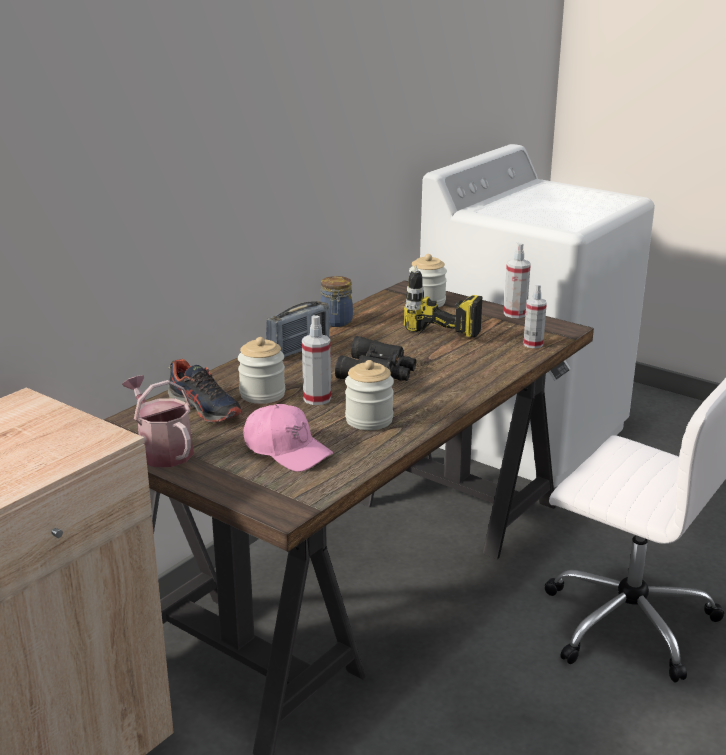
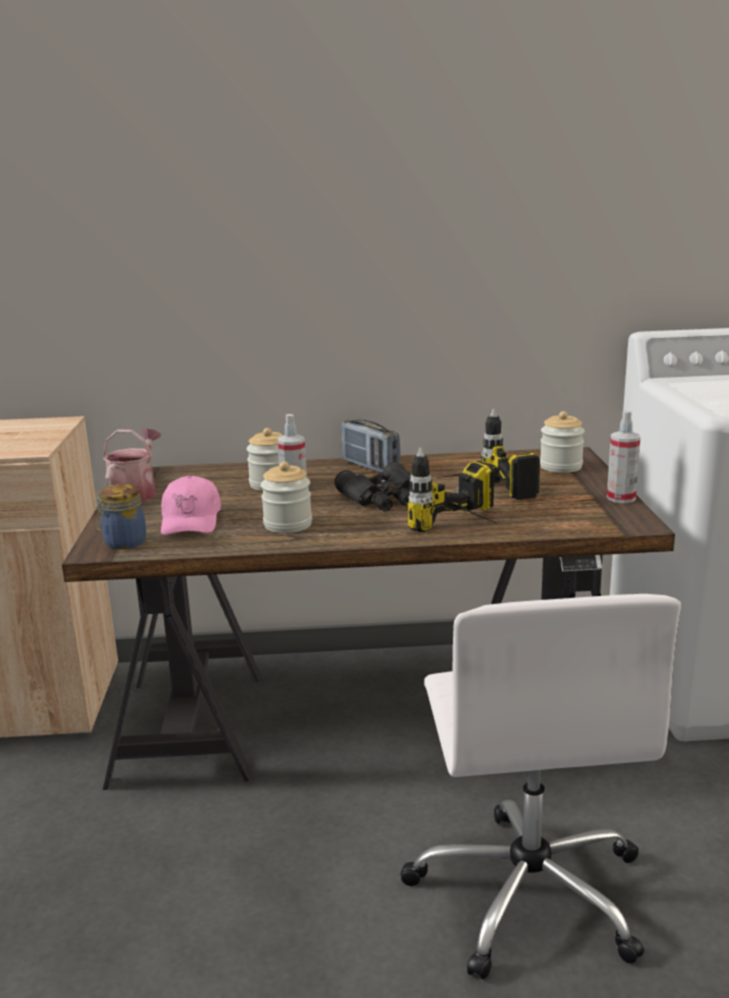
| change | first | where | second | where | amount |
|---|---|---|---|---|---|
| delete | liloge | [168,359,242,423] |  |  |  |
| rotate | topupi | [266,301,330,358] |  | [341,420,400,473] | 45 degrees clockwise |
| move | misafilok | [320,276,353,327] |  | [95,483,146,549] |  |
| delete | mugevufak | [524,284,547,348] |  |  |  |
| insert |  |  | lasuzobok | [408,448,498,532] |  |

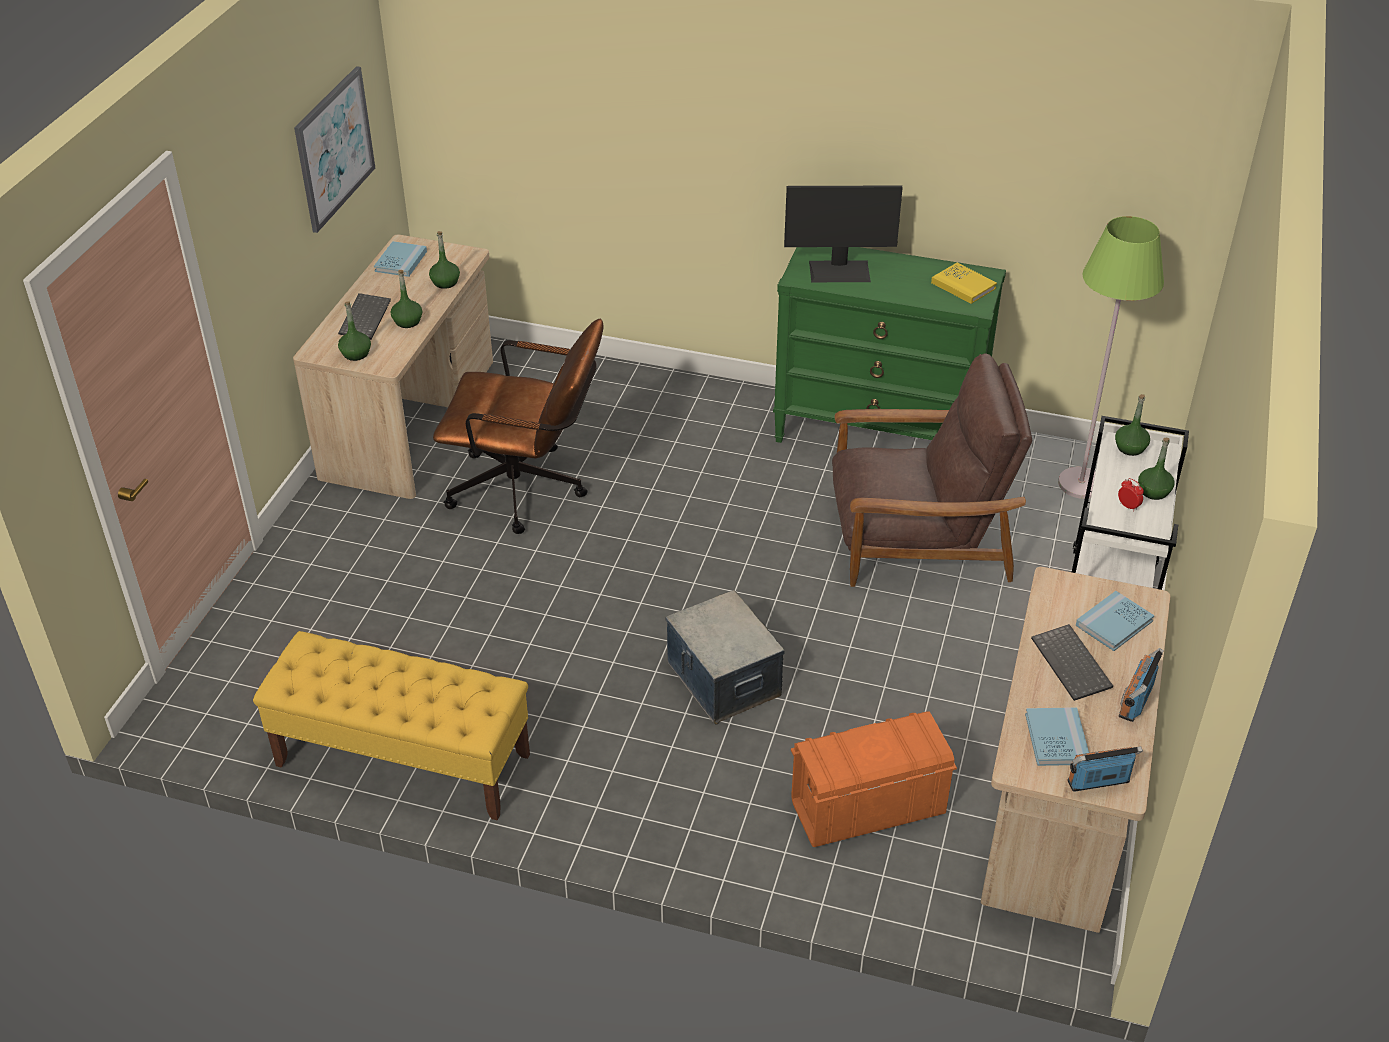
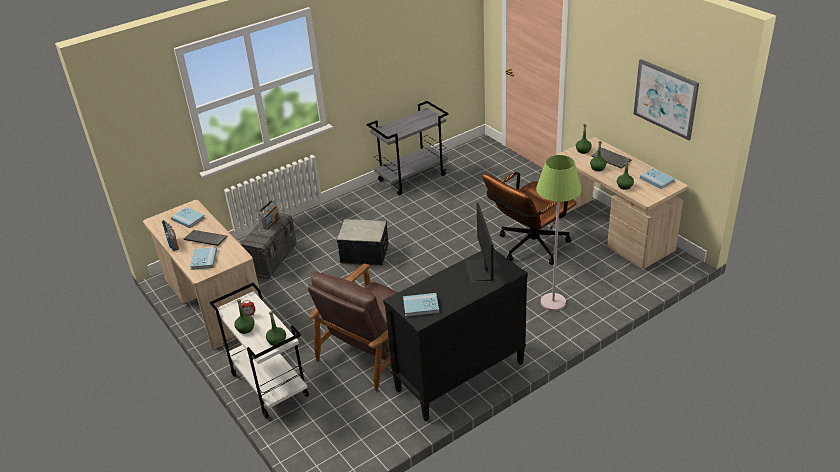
| change | first | where | second | where | amount |
|---|---|---|---|---|---|
| replace | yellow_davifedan | [253,631,530,821] | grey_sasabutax | [367,101,449,195] |  |
| recolor | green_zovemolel | [773,247,1006,443] | black_zovemolel | [383,248,528,421] |  |
| rotate | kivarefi | [784,185,903,282] |  | [465,203,494,284] | 45 degrees counterclockwise |
| recolor | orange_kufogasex | [791,711,957,847] | grey_kufogasex | [240,213,297,279] |  |
| recolor | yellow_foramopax | [931,263,997,304] | blue_foramopax | [403,293,439,317] |  |
| move | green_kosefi | [1058,216,1164,499] |  | [536,155,581,311] |  |
| move | topupi | [1067,746,1143,792] |  | [258,200,280,230] |  |

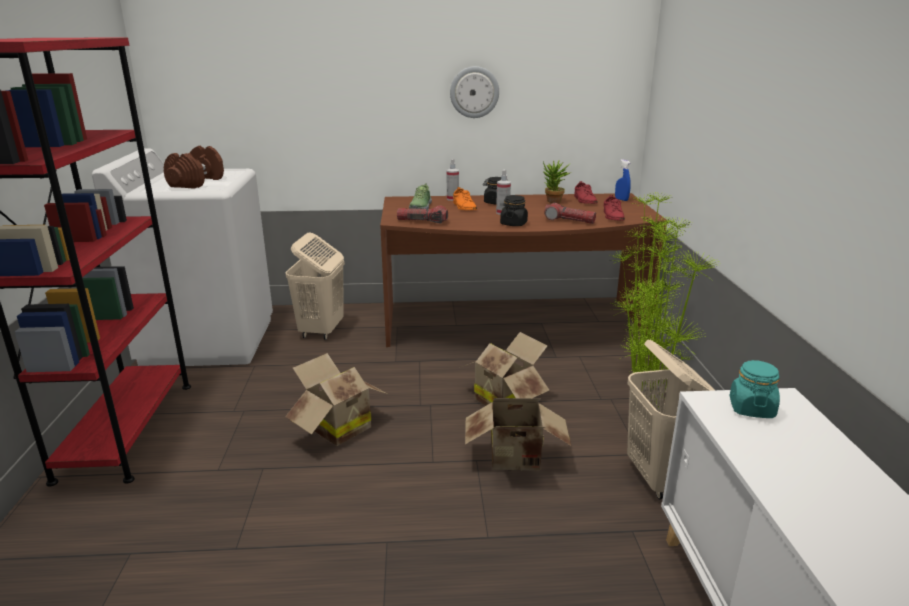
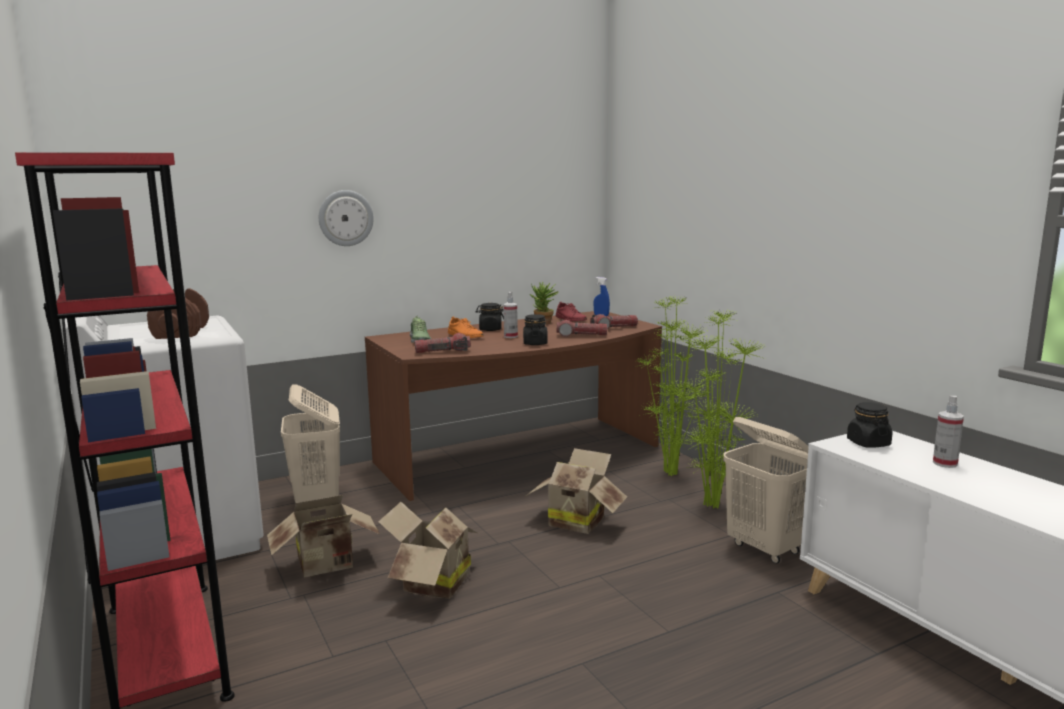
| change | first | where | second | where | amount |
|---|---|---|---|---|---|
| move | mugevufak | [447,159,459,201] |  | [933,396,964,468] |  |
| move | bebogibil | [450,66,499,118] |  | [319,190,374,246] |  |
| move | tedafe | [465,398,571,471] |  | [267,495,380,578] |  |
| replace | red_liloge | [604,195,625,221] | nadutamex | [590,314,638,329] |  |
| recolor | turquoise_misafilok | [729,360,780,418] | black_misafilok | [847,402,893,447] |  |

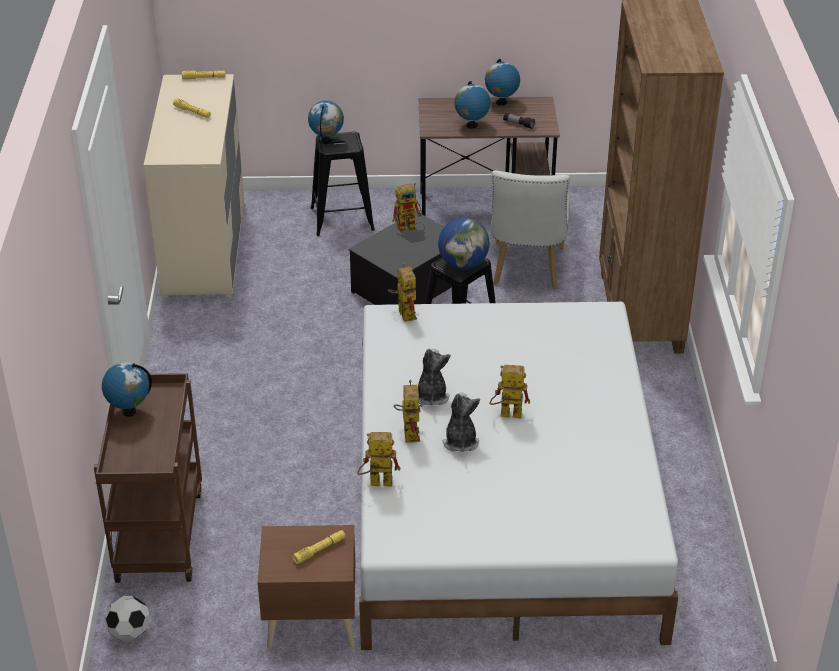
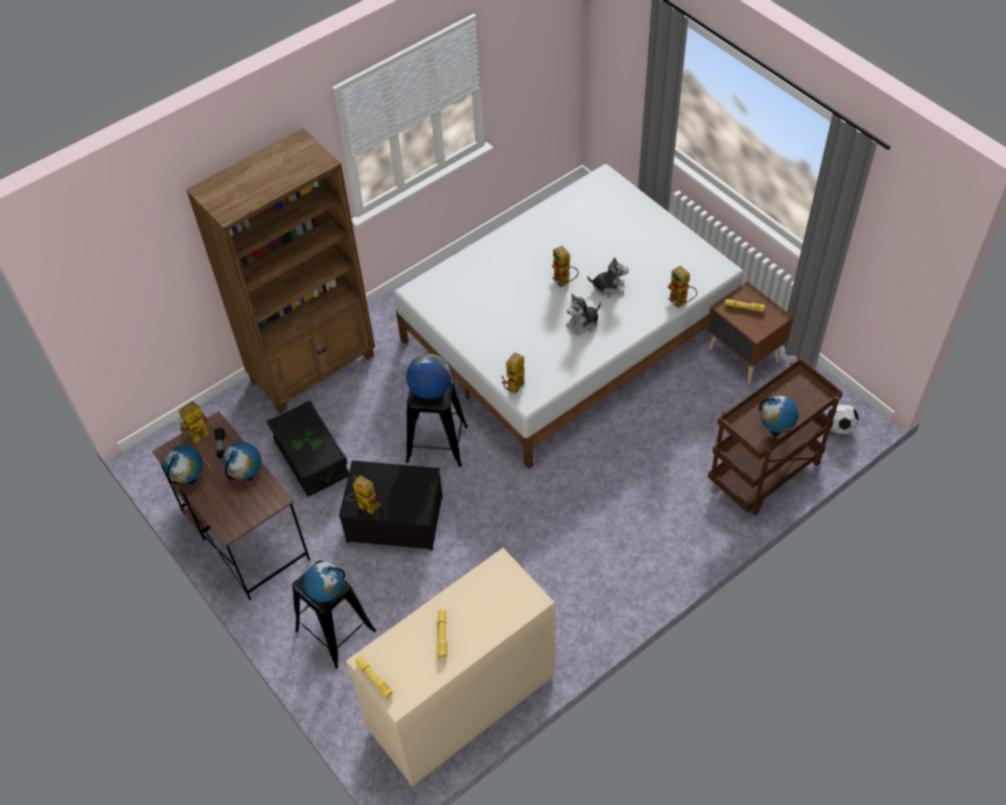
| change | first | where | second | where | amount |
|---|---|---|---|---|---|
| move | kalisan | [394,380,423,443] |  | [179,401,210,444] |  |
| rotate | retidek | [442,393,480,452] |  | [587,257,629,297] | 135 degrees counterclockwise |
| replace | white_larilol | [491,170,570,289] | black_kufogasex | [267,400,349,497] |  |

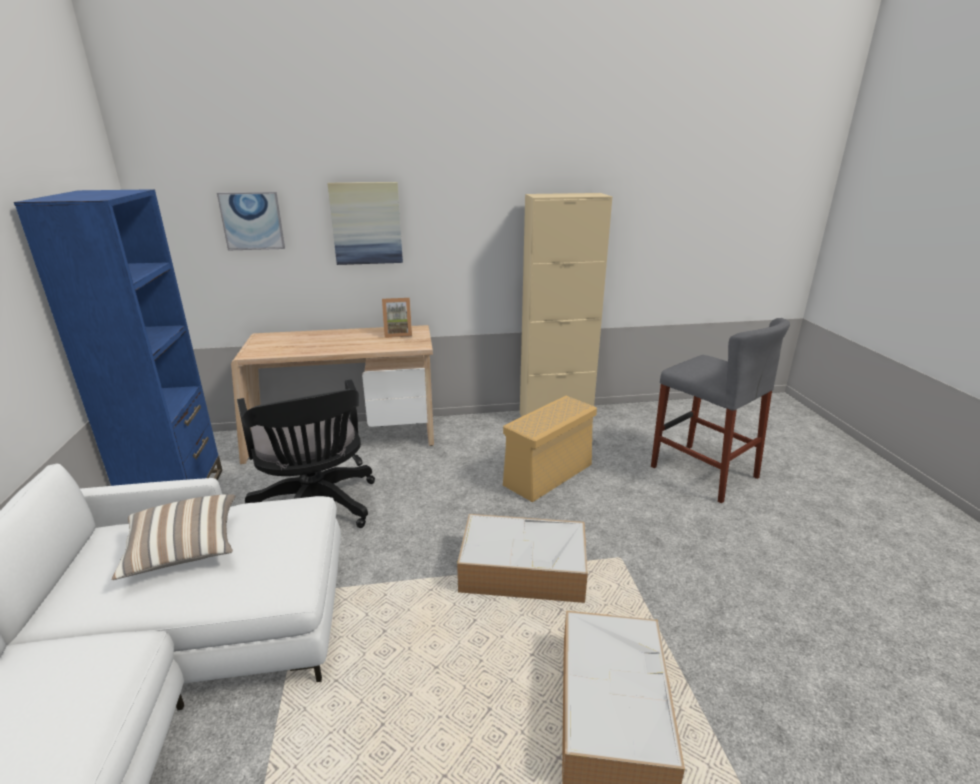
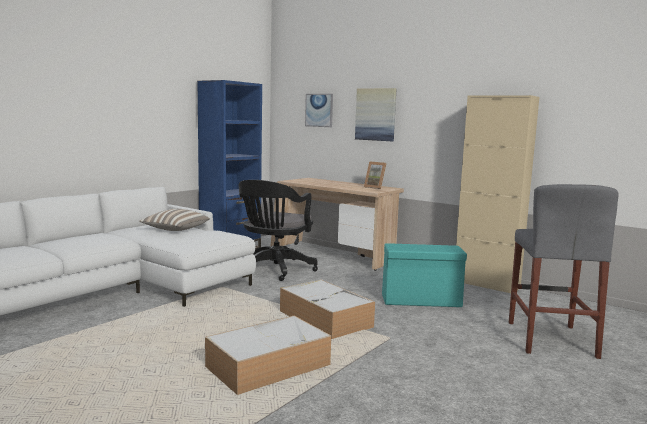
| change | first | where | second | where | amount |
|---|---|---|---|---|---|
| recolor | beige_kufogasex | [503,396,597,502] | turquoise_kufogasex | [382,243,467,307] |  |

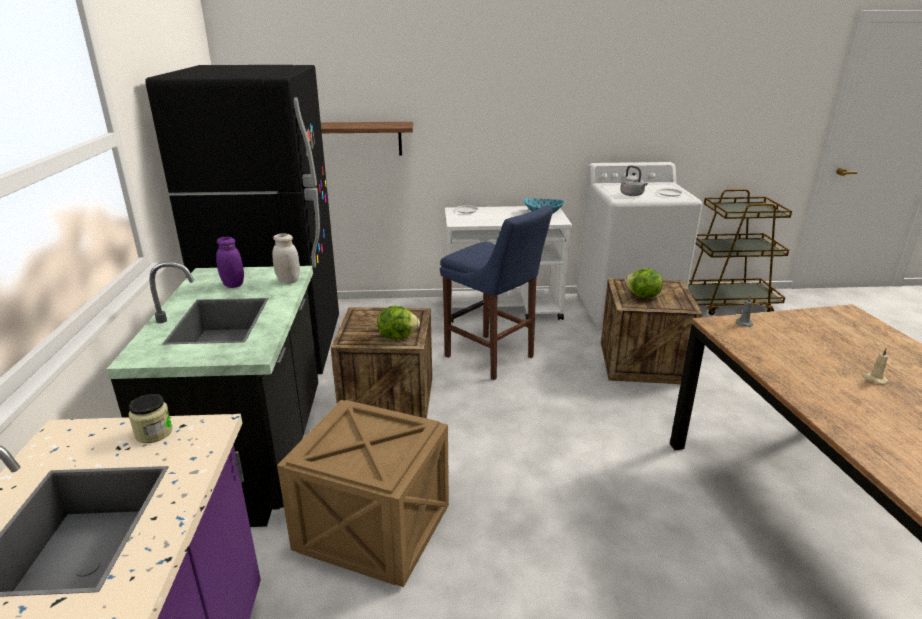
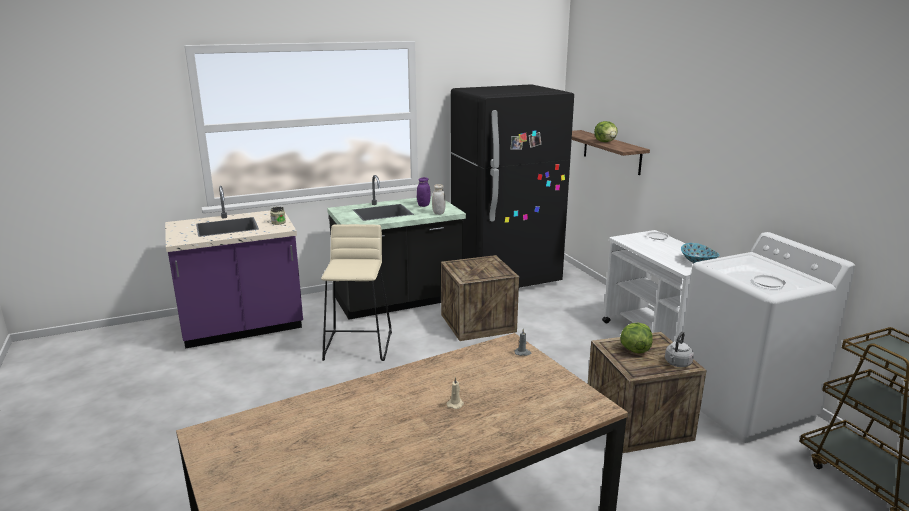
| change | first | where | second | where | amount |
|---|---|---|---|---|---|
| replace | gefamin | [277,400,449,587] | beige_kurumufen | [321,224,392,361] |  |
| move | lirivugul | [377,305,420,339] |  | [594,121,618,142] |  |
| delete | blue_kurumufen | [440,205,553,380] |  |  |  |
| move | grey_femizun | [620,165,648,196] |  | [665,331,694,367] |  |

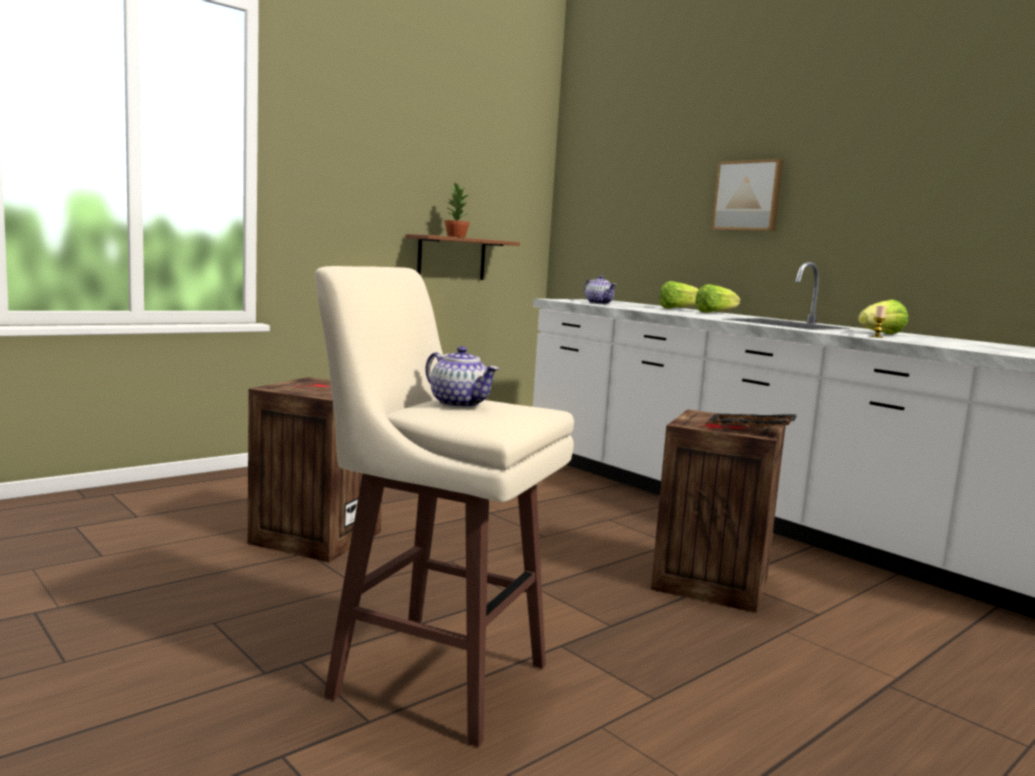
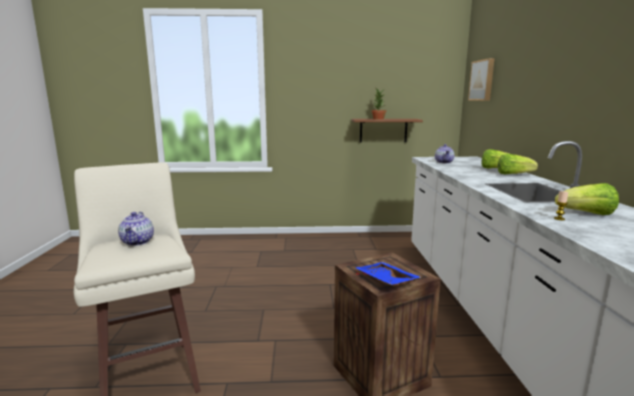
| change | first | where | second | where | amount |
|---|---|---|---|---|---|
| delete | gefamin | [248,377,382,562] |  |  |  |
| recolor | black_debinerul | [709,414,797,427] | blue_debinerul | [355,262,421,286] |  |
| move | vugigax | [712,159,783,231] |  | [468,58,495,101] |  |

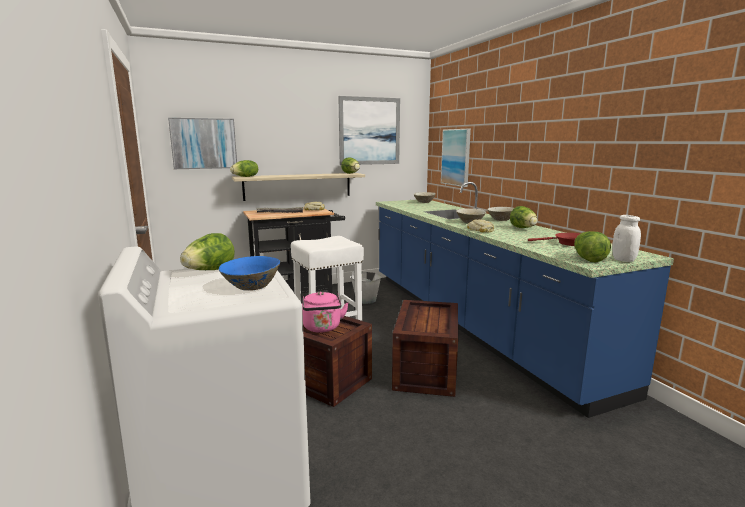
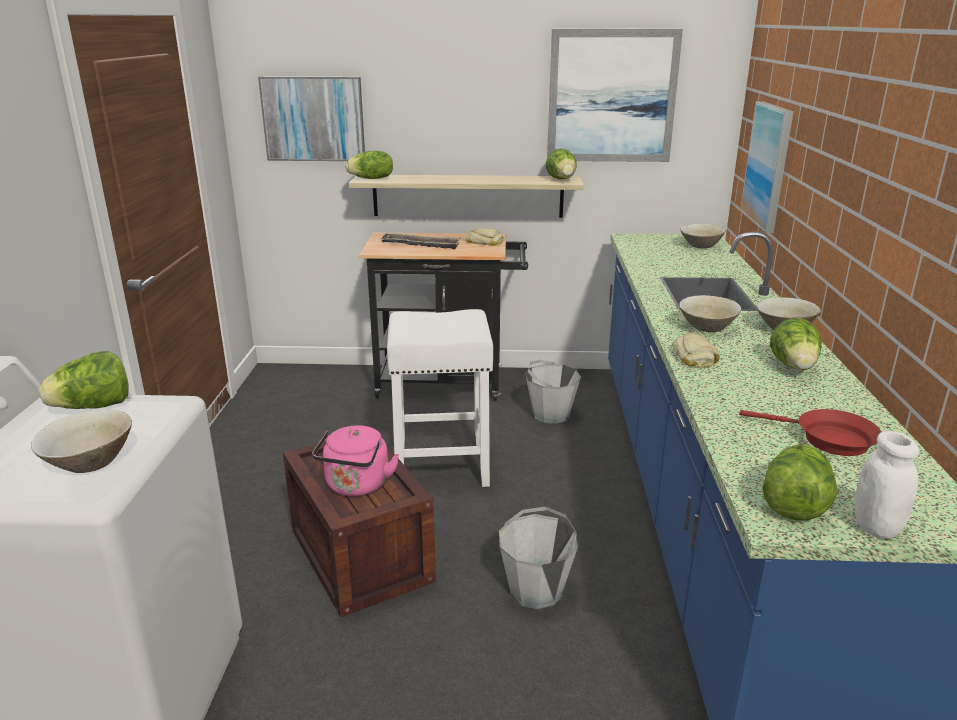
| change | first | where | second | where | amount |
|---|---|---|---|---|---|
| recolor | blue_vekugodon | [219,256,280,291] | beige_vekugodon | [31,409,132,473] |  |
| replace | gefamin | [392,300,458,397] | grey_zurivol | [499,507,578,609] |  |

